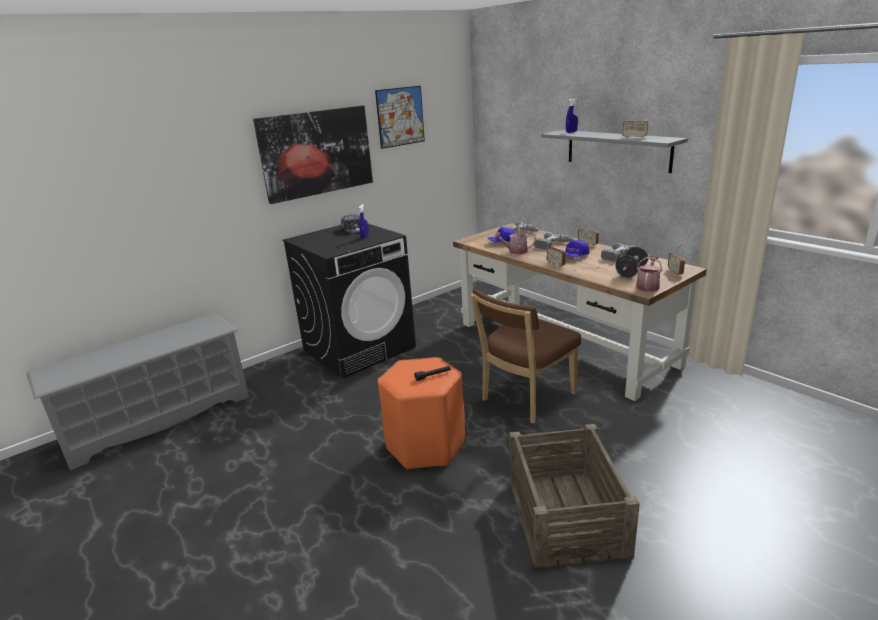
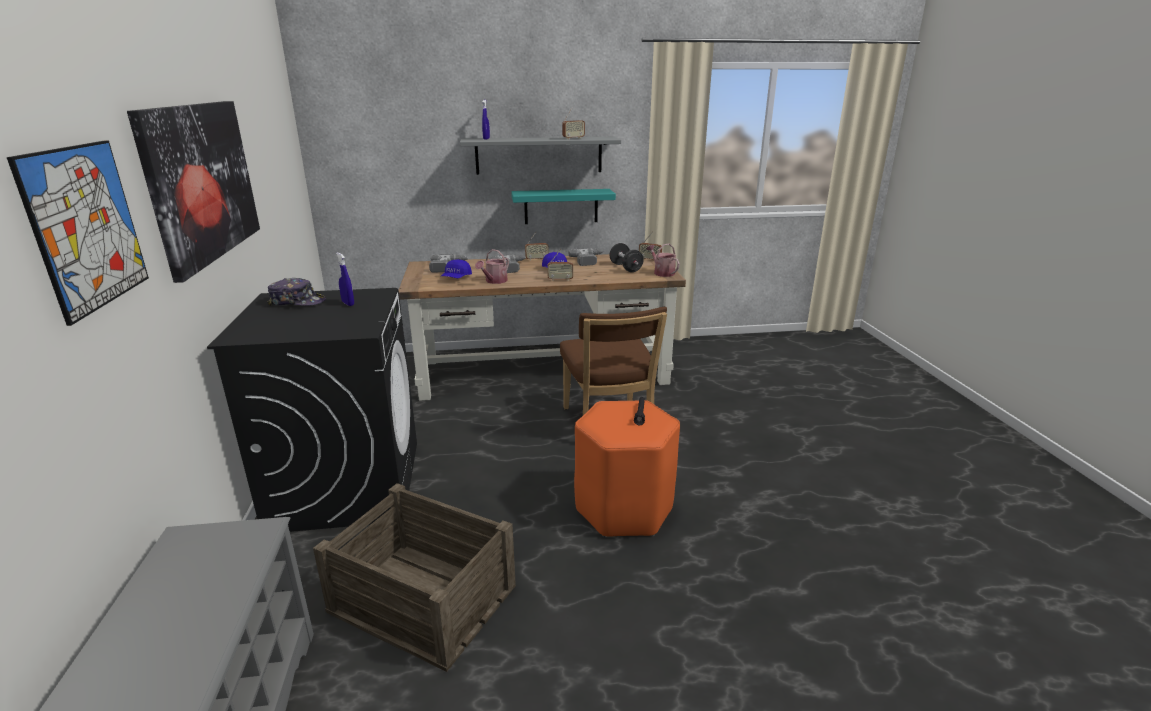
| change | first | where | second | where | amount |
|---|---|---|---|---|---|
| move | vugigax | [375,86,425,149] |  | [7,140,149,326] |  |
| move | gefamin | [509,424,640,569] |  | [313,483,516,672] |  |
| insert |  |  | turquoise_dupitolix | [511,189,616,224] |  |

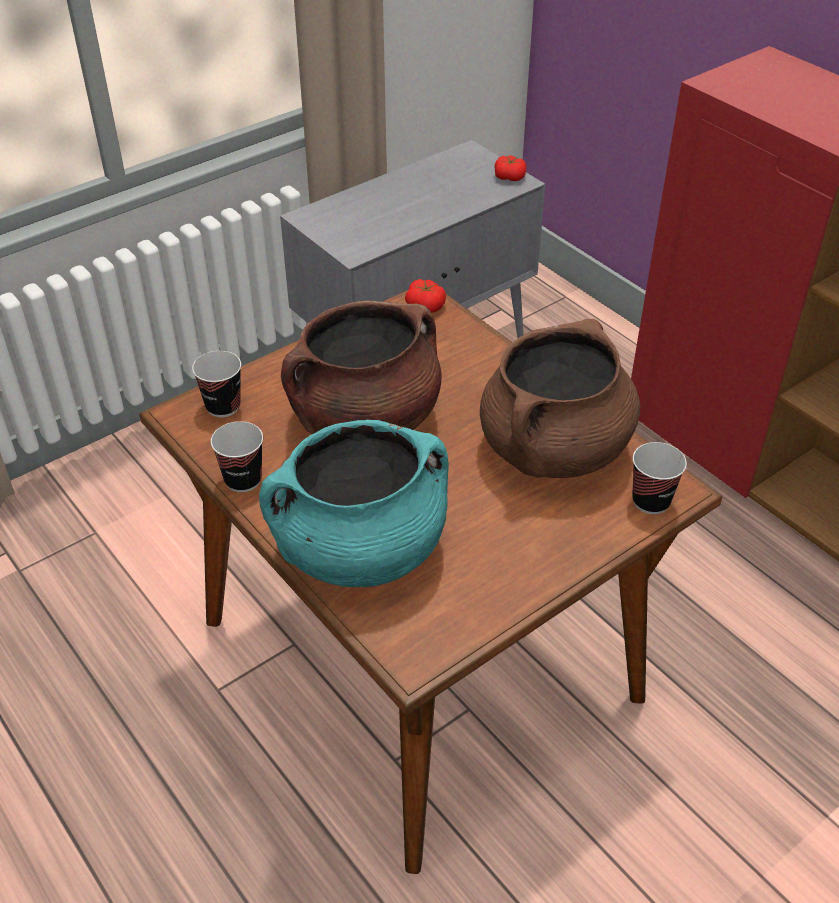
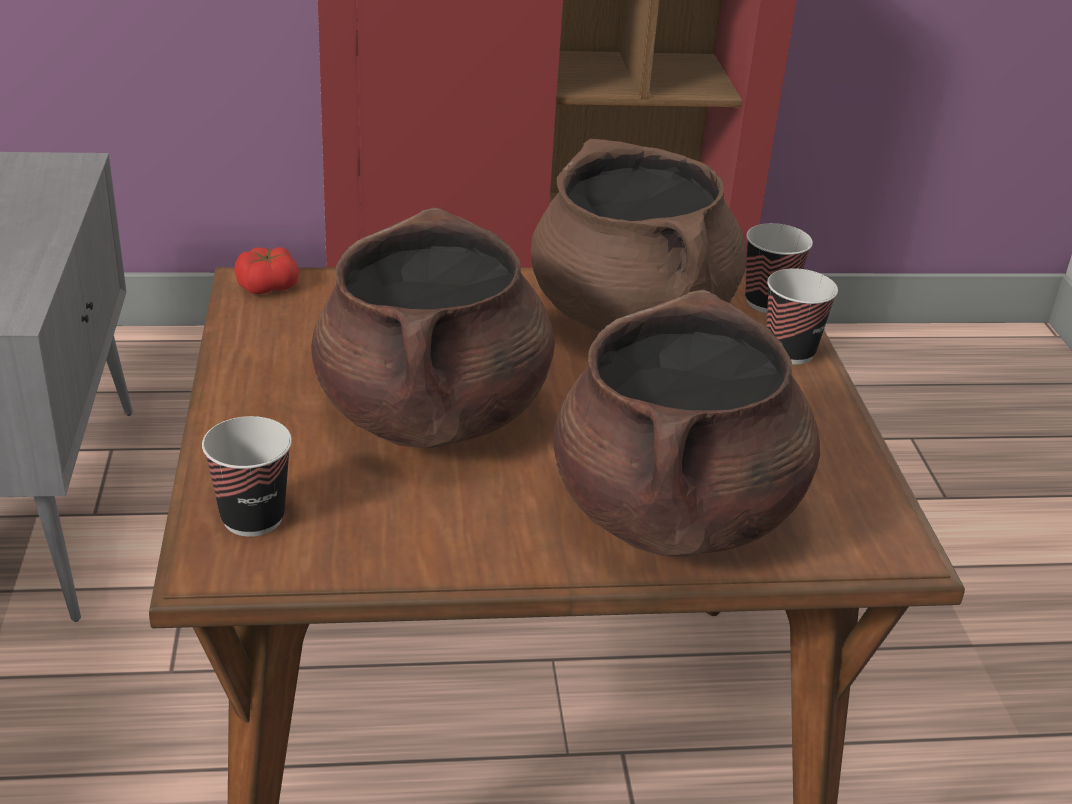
| change | first | where | second | where | amount |
|---|---|---|---|---|---|
| move | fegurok | [211,421,263,492] |  | [766,268,838,364] |  |
| recolor | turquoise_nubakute | [259,420,449,587] | brown_nubakute | [554,290,820,557] |  |
| delete | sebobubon | [494,155,527,181] |  |  |  |

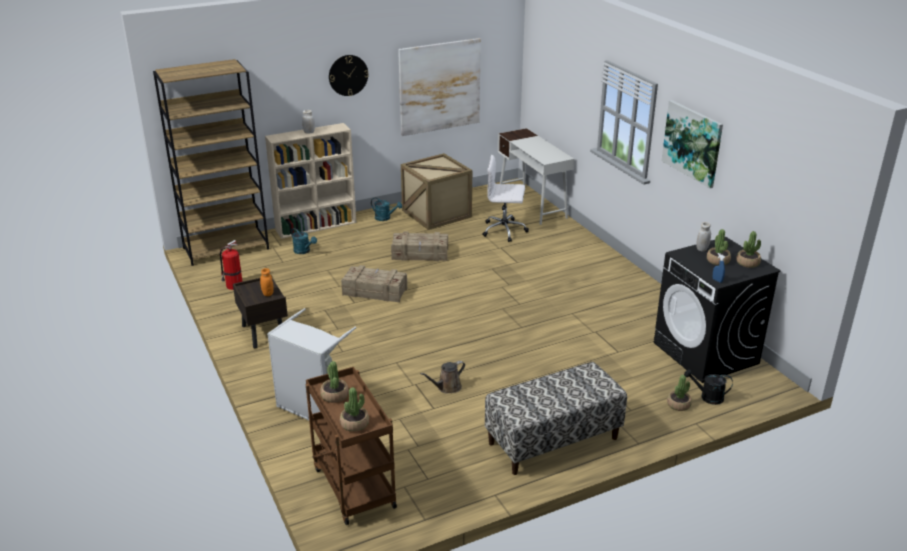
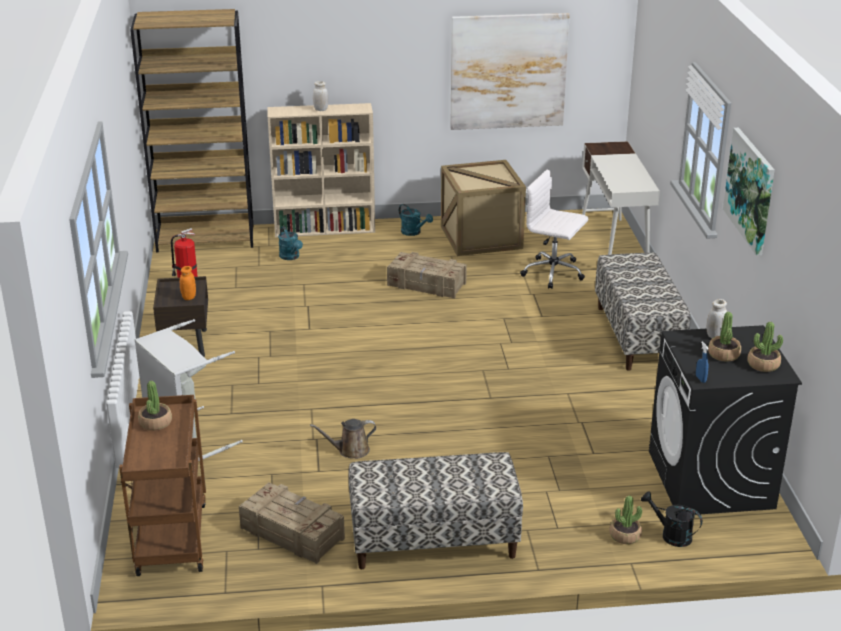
| change | first | where | second | where | amount |
|---|---|---|---|---|---|
| delete | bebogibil | [329,55,369,96] |  |  |  |
| delete | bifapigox | [340,387,369,432] |  |  |  |
| move | gefamin | [341,265,407,303] |  | [239,483,345,564] |  |
| insert |  |  | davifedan | [595,253,691,371] |  |

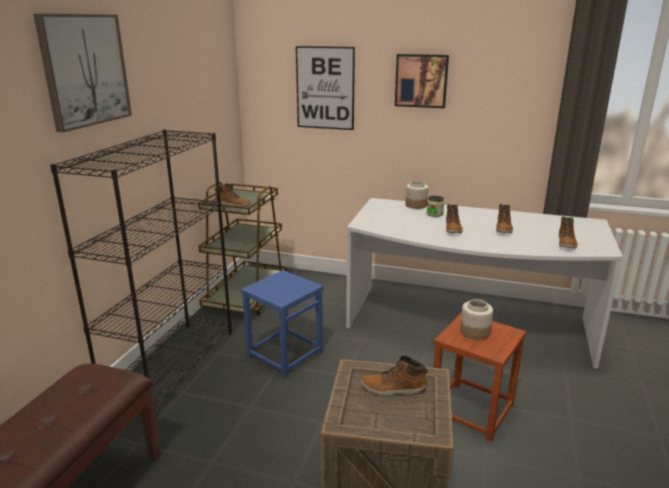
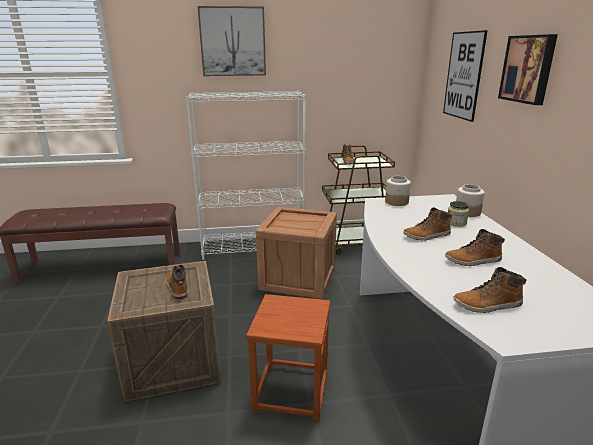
| change | first | where | second | where | amount |
|---|---|---|---|---|---|
| recolor | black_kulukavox | [50,130,232,409] | white_kulukavox | [186,91,306,260] |  |
| replace | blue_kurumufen | [241,270,324,377] | gefamin | [256,207,337,299] |  |
| move | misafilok | [460,299,493,340] |  | [385,176,411,206] |  |

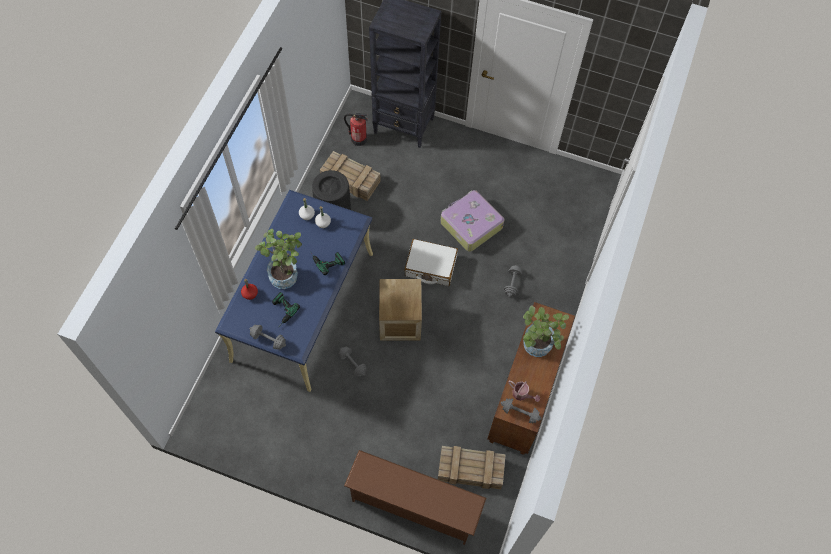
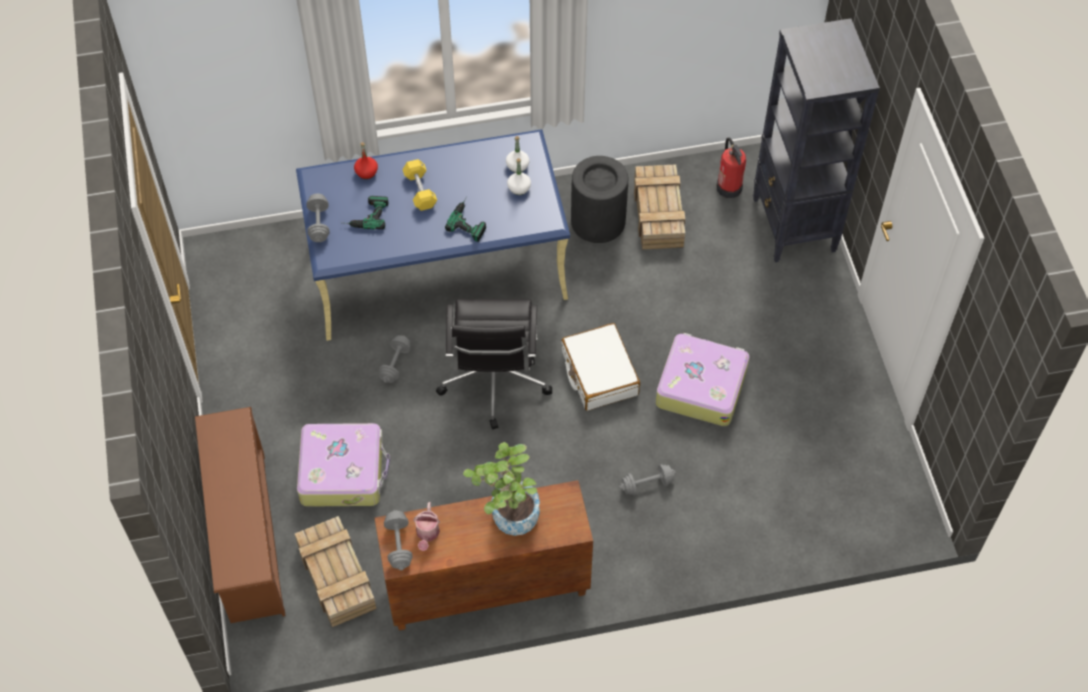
| change | first | where | second | where | amount |
|---|---|---|---|---|---|
| replace | bifapigox | [255,229,302,289] | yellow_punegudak | [402,159,437,211] |  |
| replace | gefamin | [379,279,422,340] | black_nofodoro | [436,299,552,429] |  |
| insert |  |  | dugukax | [297,423,390,507] |  |

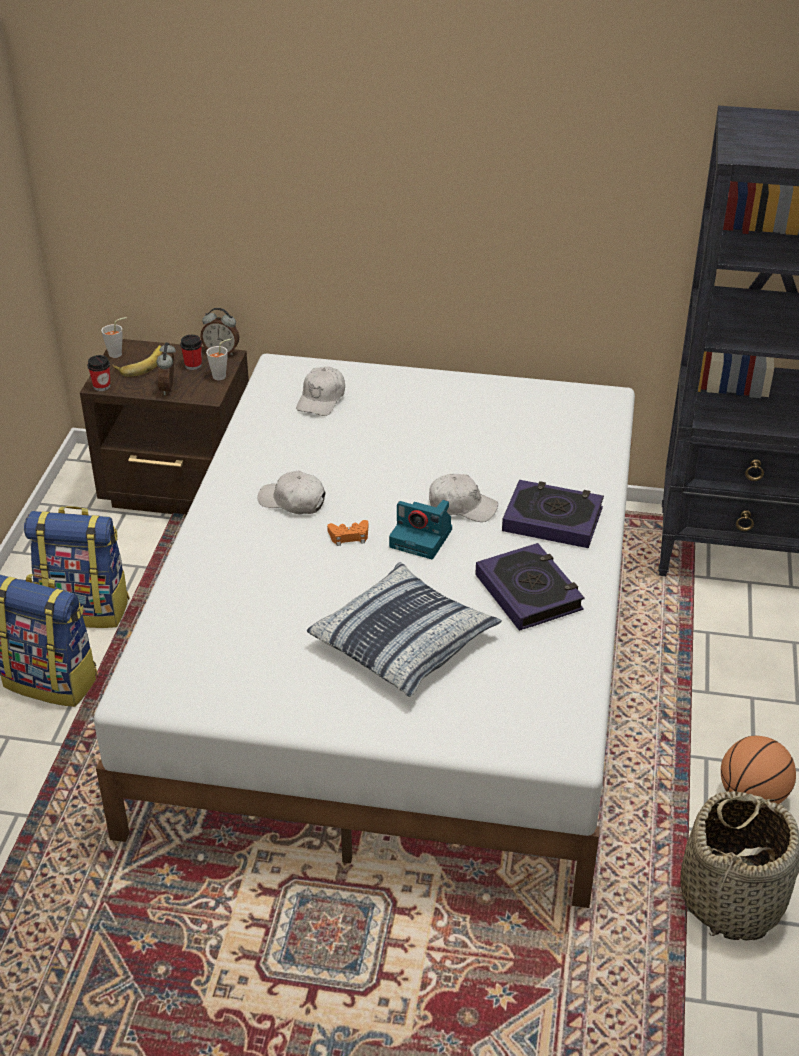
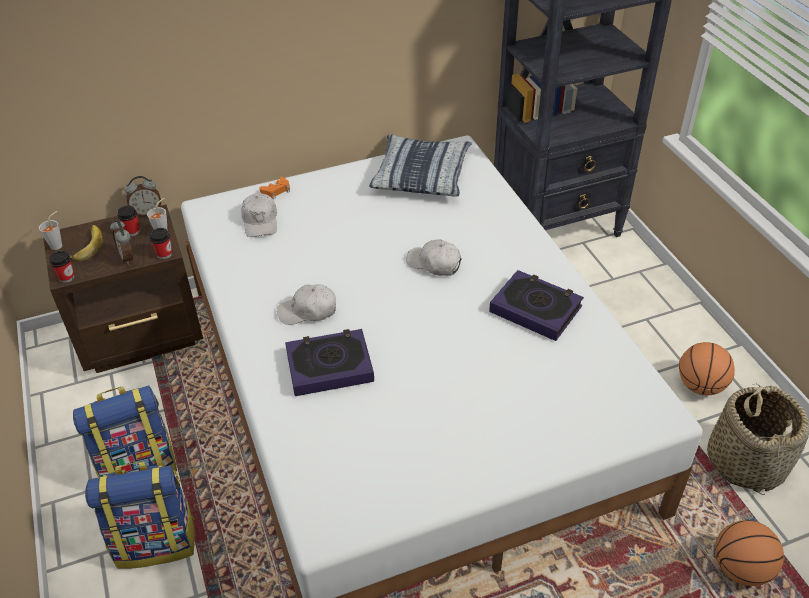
| change | first | where | second | where | amount |
|---|---|---|---|---|---|
| move | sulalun | [307,562,502,697] |  | [369,134,472,197] |  |
| move | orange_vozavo | [327,520,368,546] |  | [259,177,290,199] |  |
| delete | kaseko | [389,500,452,559] |  |  |  |
| rotate | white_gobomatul | [429,474,498,522] |  | [406,239,462,276] | 135 degrees counterclockwise |
| move | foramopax | [502,480,604,548] |  | [285,329,374,396] |  |
| insert |  |  | fegurok | [150,228,172,259] |  |
| insert |  |  | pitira | [715,520,784,586] |  |

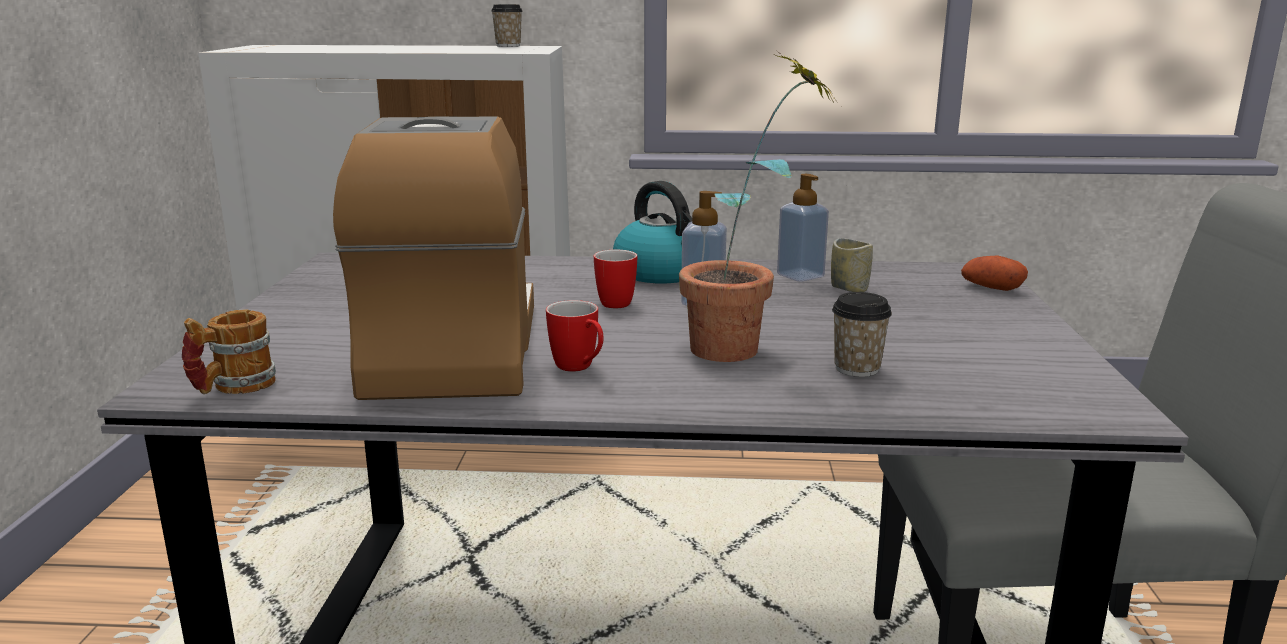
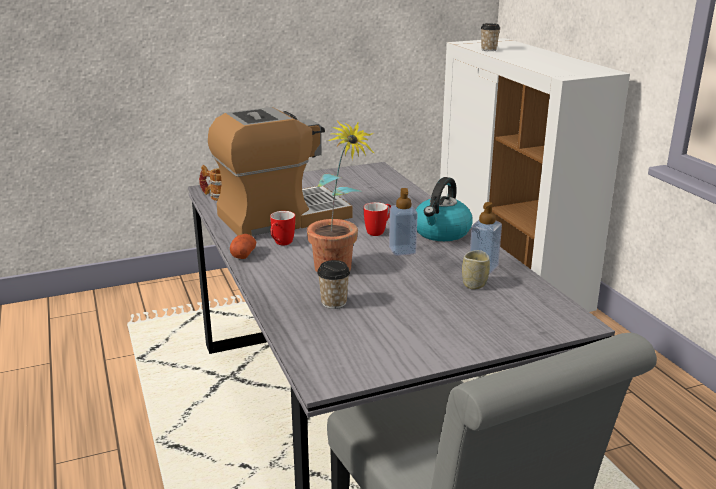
| change | first | where | second | where | amount |
|---|---|---|---|---|---|
| move | fegurok | [491,4,523,47] |  | [481,23,500,51] |  |
| move | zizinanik | [961,255,1028,291] |  | [230,234,256,259] |  |

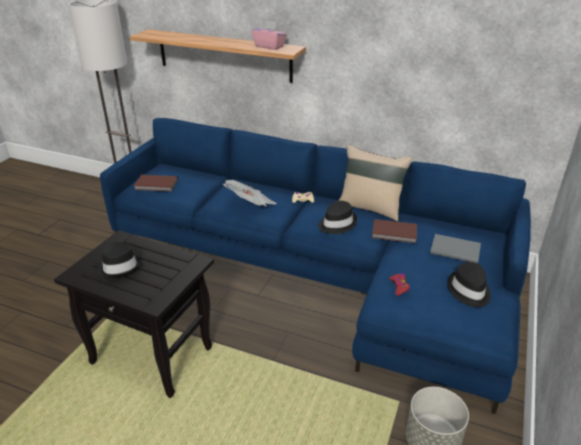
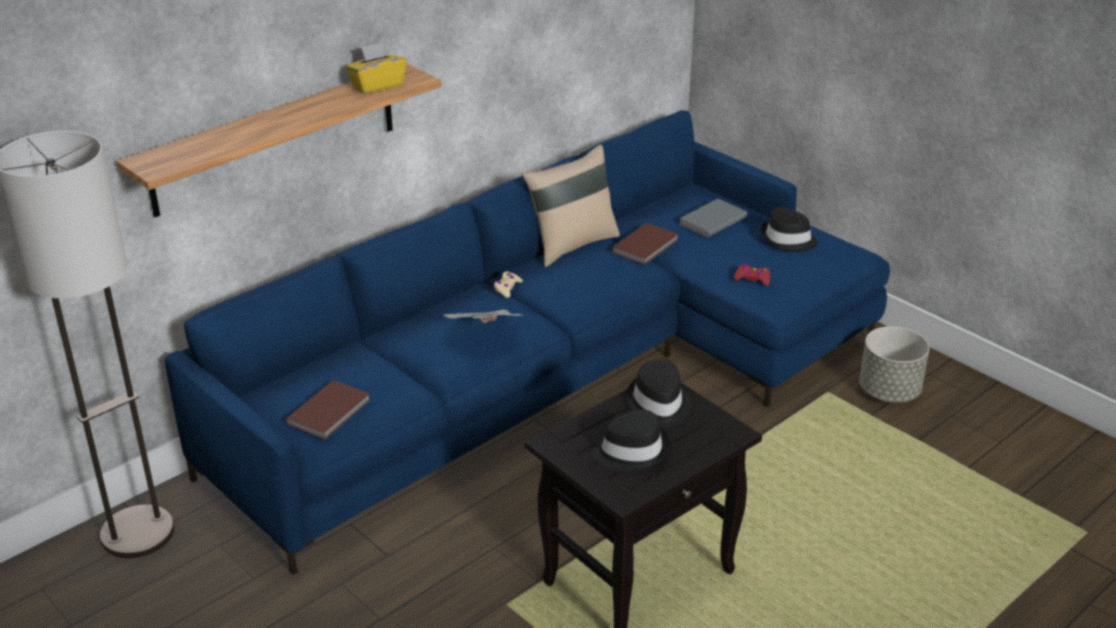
| change | first | where | second | where | amount |
|---|---|---|---|---|---|
| recolor | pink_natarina | [251,20,287,50] | yellow_natarina | [346,42,407,94] |  |
| move | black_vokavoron | [318,201,357,234] |  | [626,360,691,428] |  |

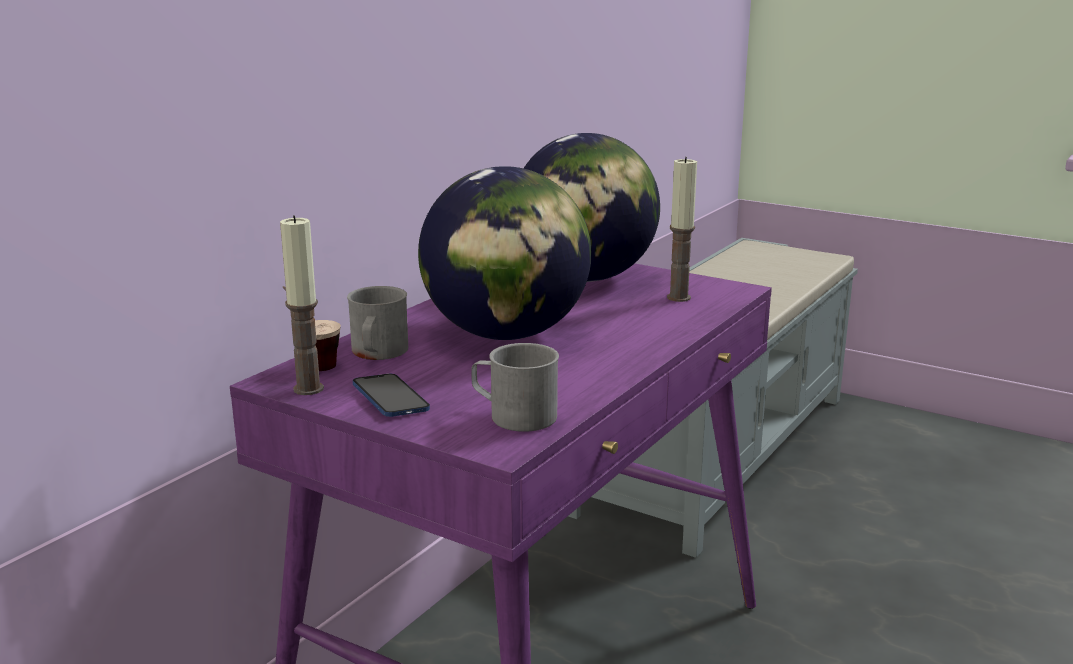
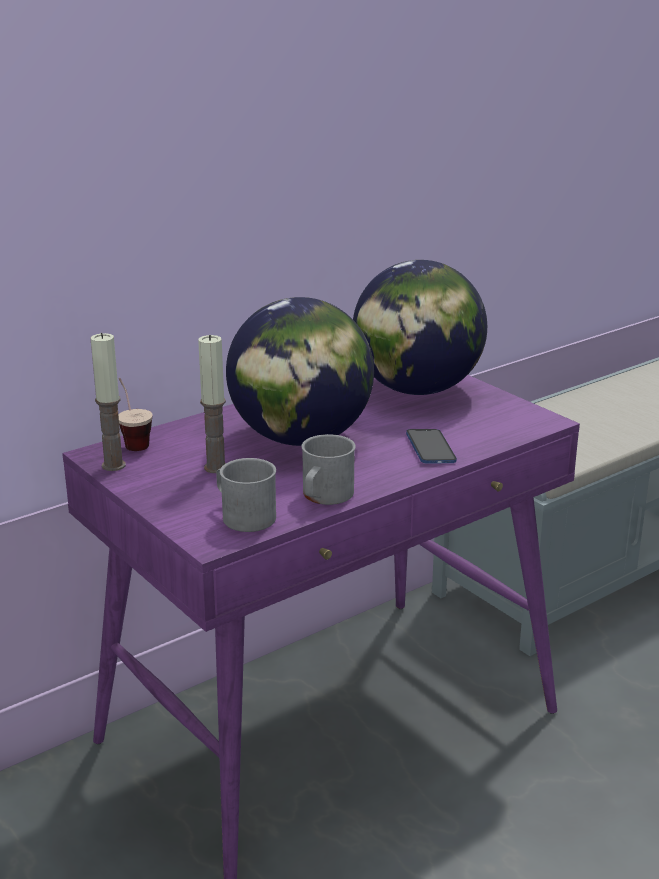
| change | first | where | second | where | amount |
|---|---|---|---|---|---|
| move | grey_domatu | [347,286,408,360] |  | [301,434,356,505] |  |
| move | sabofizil | [353,374,430,417] |  | [406,429,457,464] |  |
| move | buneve | [667,157,697,302] |  | [198,335,226,473] |  |

